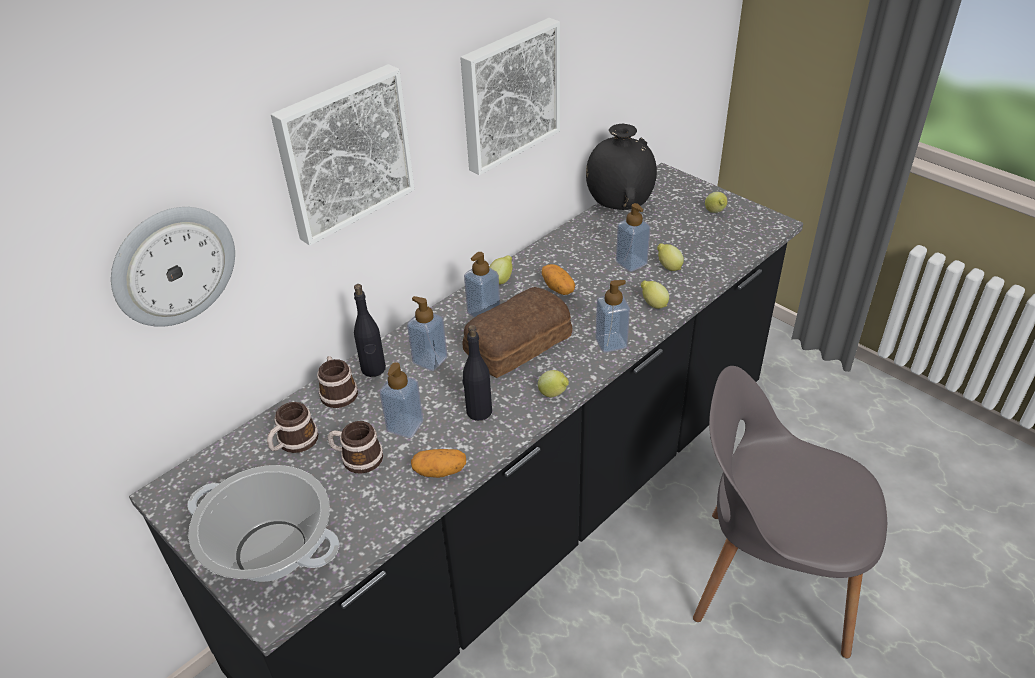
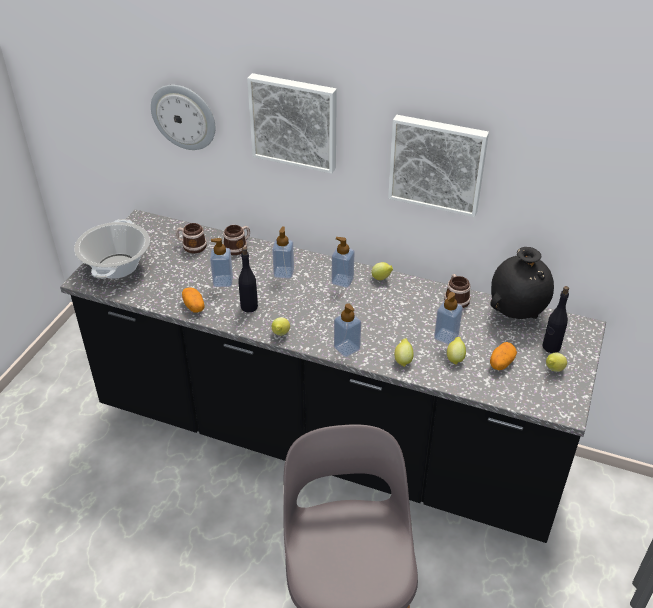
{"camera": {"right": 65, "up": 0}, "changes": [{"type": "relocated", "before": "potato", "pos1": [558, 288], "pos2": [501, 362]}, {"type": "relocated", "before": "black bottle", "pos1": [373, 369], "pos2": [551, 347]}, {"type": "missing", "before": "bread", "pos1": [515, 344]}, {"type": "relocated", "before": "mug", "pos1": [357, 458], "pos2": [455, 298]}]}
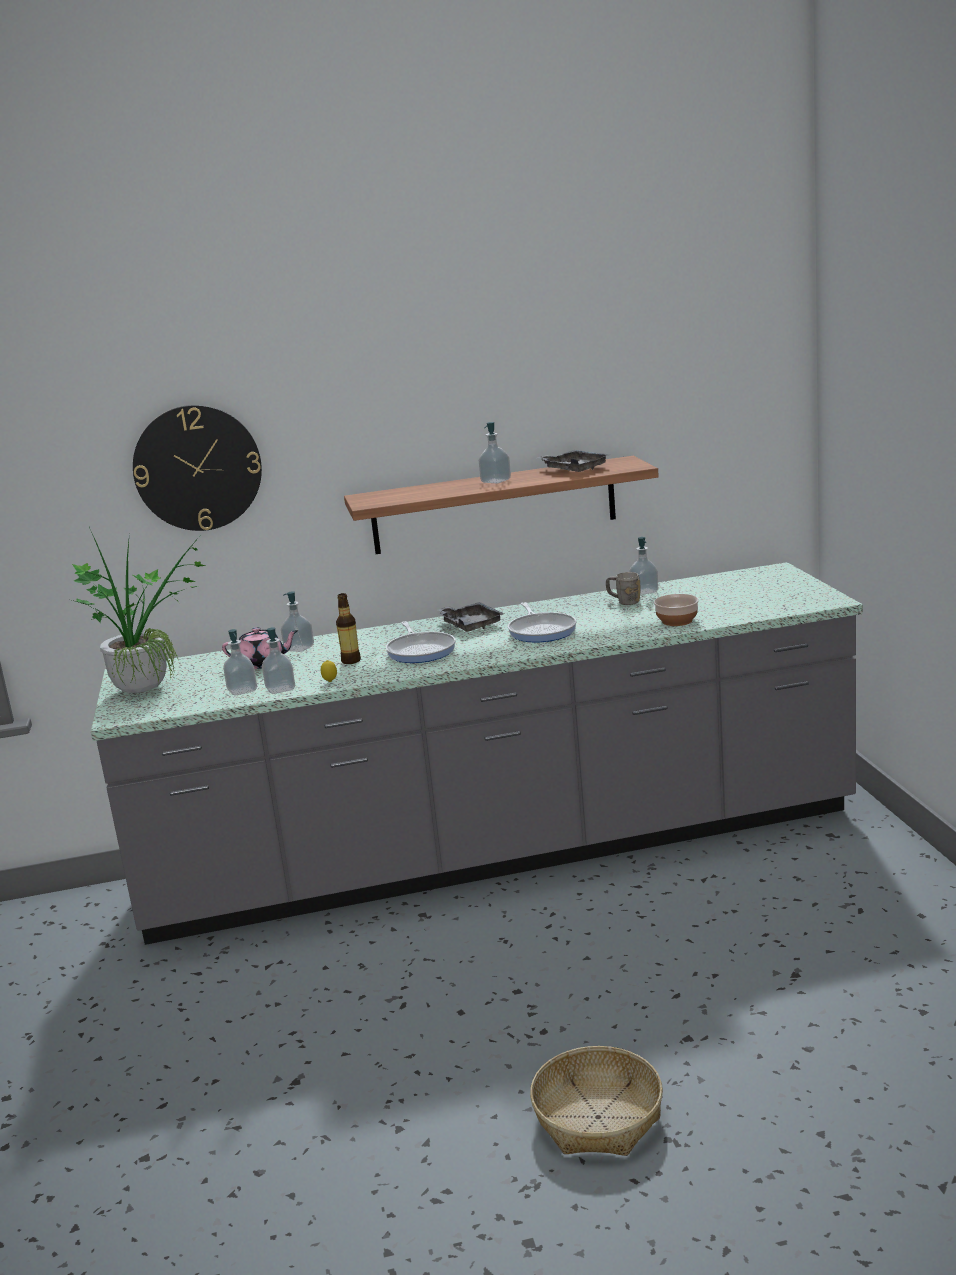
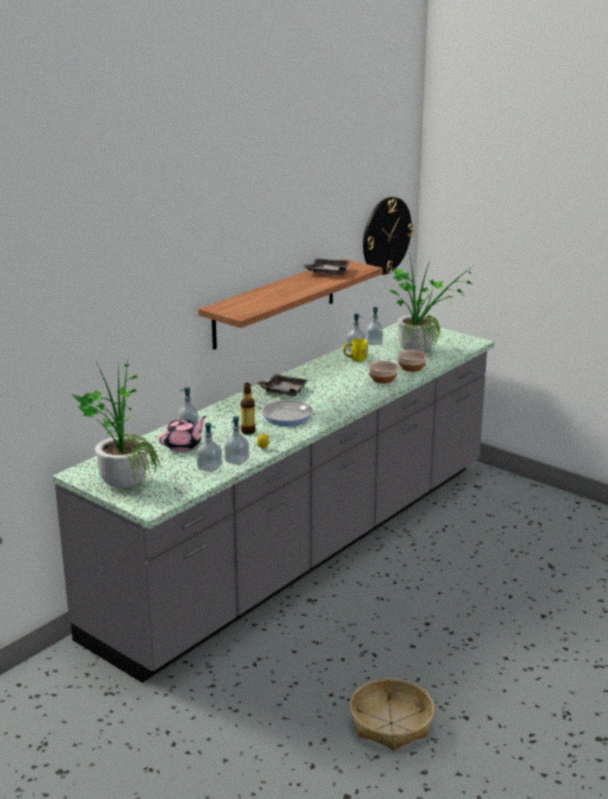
{"camera": {"right": -40, "up": 5}, "changes": [{"type": "relocated", "before": "wall clock", "pos1": [197, 468], "pos2": [386, 235]}, {"type": "relocated", "before": "soap dispenser", "pos1": [496, 481], "pos2": [374, 343]}, {"type": "colour", "before": "grey mug", "after": "yellow mug", "pos1": [624, 601], "pos2": [355, 359]}, {"type": "missing", "before": "frying pan", "pos1": [541, 631]}, {"type": "relocated", "before": "basket", "pos1": [598, 1118], "pos2": [391, 723]}, {"type": "appeared", "after": "potted plant", "pos2": [420, 348]}, {"type": "appeared", "after": "bowl", "pos2": [383, 379]}]}
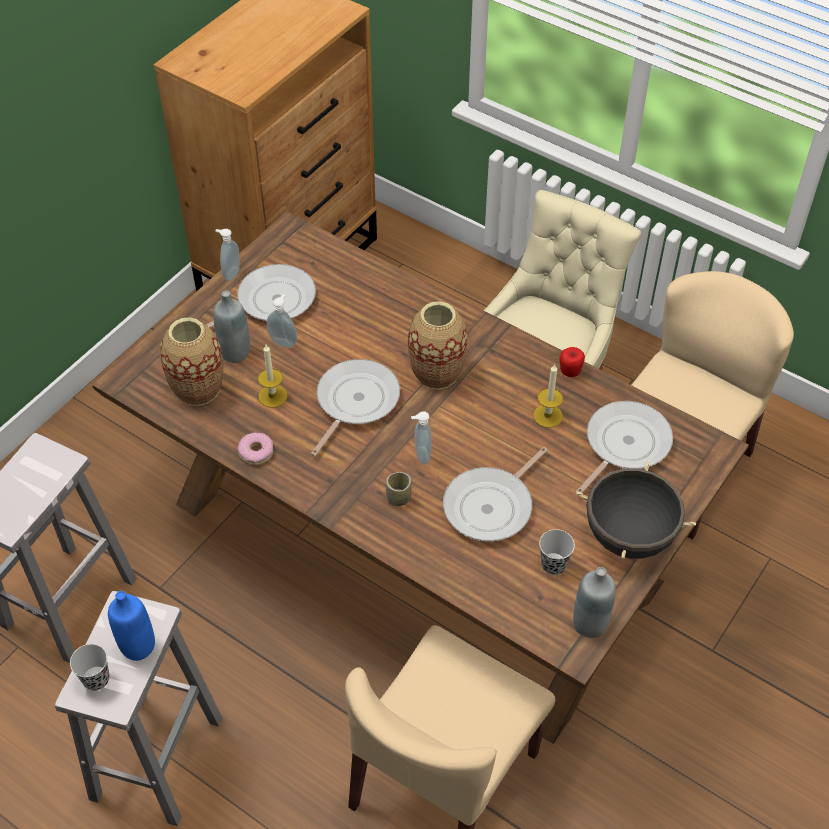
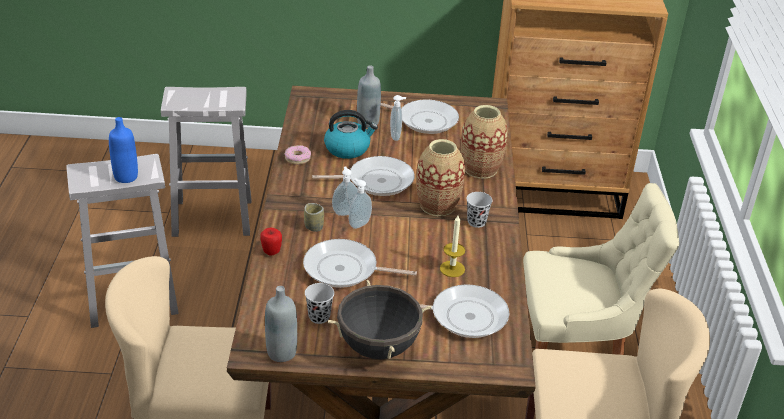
{"camera": {"right": 55, "up": -15}, "changes": [{"type": "relocated", "before": "soap dispenser", "pos1": [230, 273], "pos2": [345, 212]}, {"type": "relocated", "before": "vase", "pos1": [198, 388], "pos2": [480, 169]}, {"type": "exchanged", "before": "candle", "after": "kettle", "pos1": [272, 396], "pos2": [348, 148]}, {"type": "relocated", "before": "apple", "pos1": [570, 372], "pos2": [271, 252]}, {"type": "relocated", "before": "black cup", "pos1": [96, 679], "pos2": [476, 222]}]}
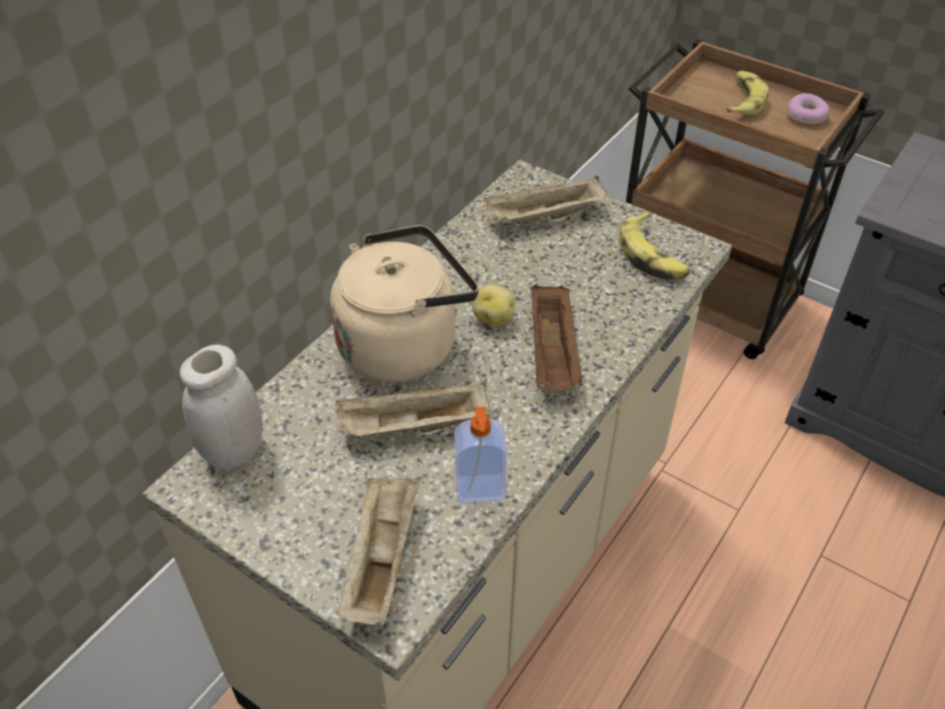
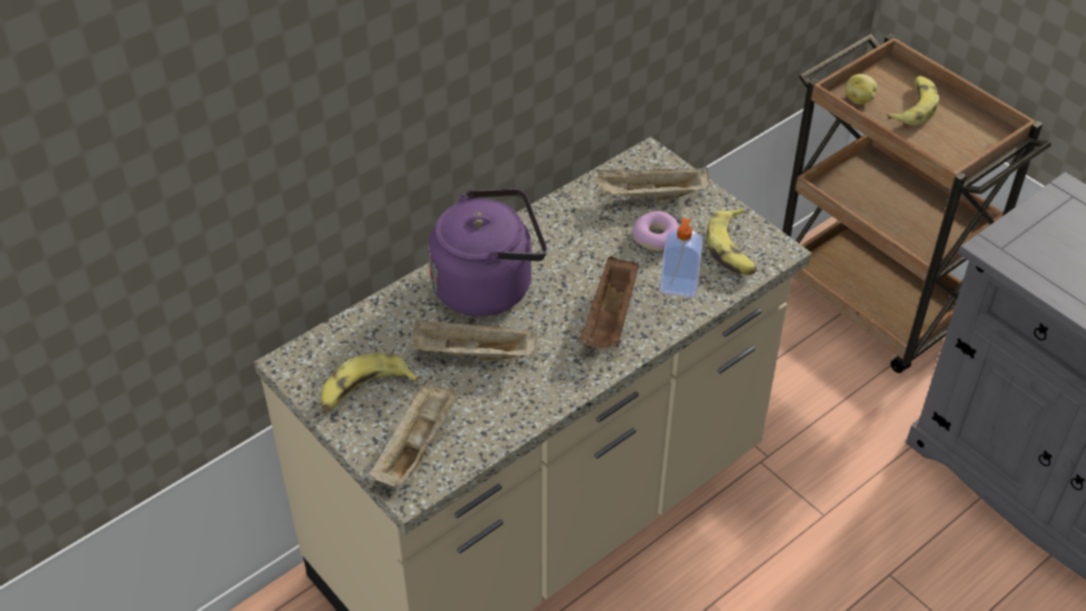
{"camera": {"right": 15, "up": 0}, "changes": [{"type": "relocated", "before": "donut", "pos1": [806, 116], "pos2": [656, 237]}, {"type": "colour", "before": "beige kettle", "after": "purple kettle", "pos1": [404, 344], "pos2": [489, 285]}, {"type": "relocated", "before": "potato", "pos1": [493, 317], "pos2": [859, 99]}, {"type": "missing", "before": "white jar", "pos1": [234, 451]}, {"type": "relocated", "before": "soap dispenser", "pos1": [480, 490], "pos2": [678, 287]}, {"type": "appeared", "after": "banana", "pos2": [364, 390]}]}
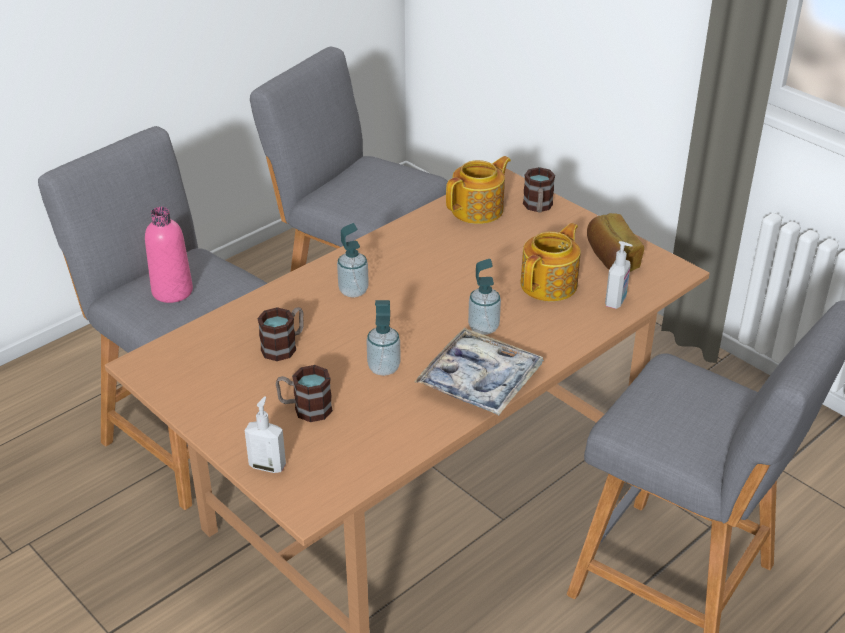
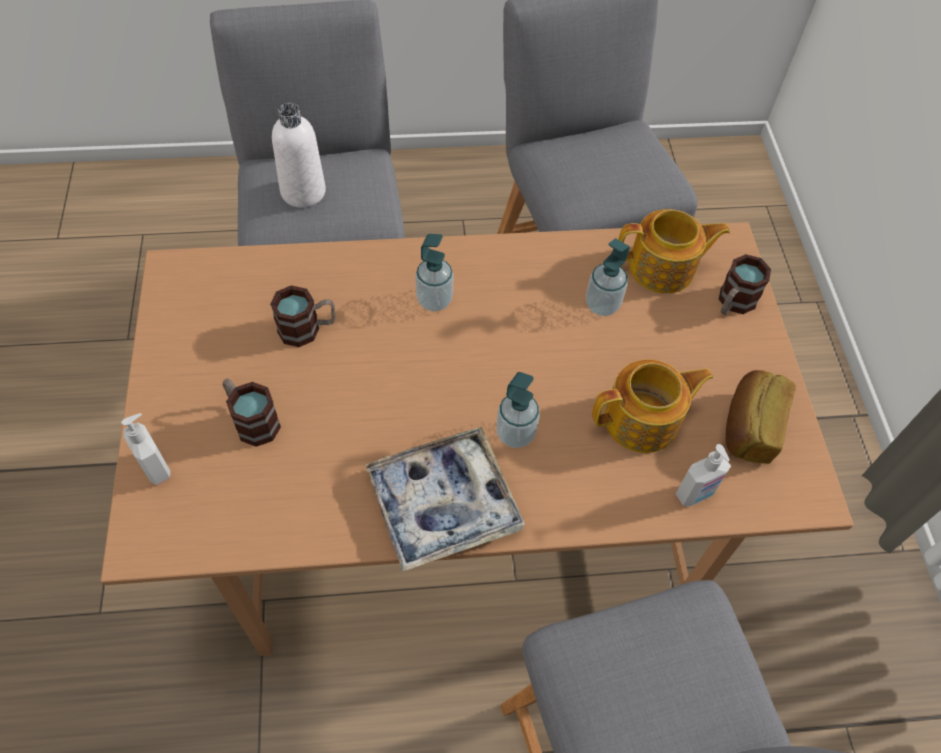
{"camera": {"right": 35, "up": 20}, "changes": [{"type": "colour", "before": "pink bottle", "after": "white bottle", "pos1": [172, 291], "pos2": [303, 192]}, {"type": "relocated", "before": "soap dispenser", "pos1": [384, 368], "pos2": [602, 305]}]}
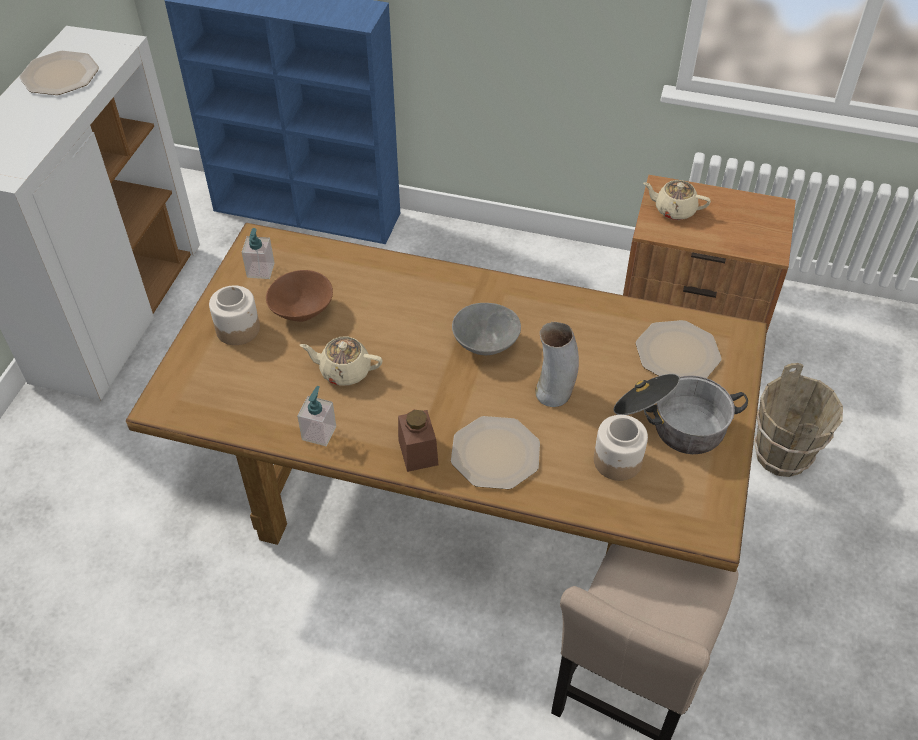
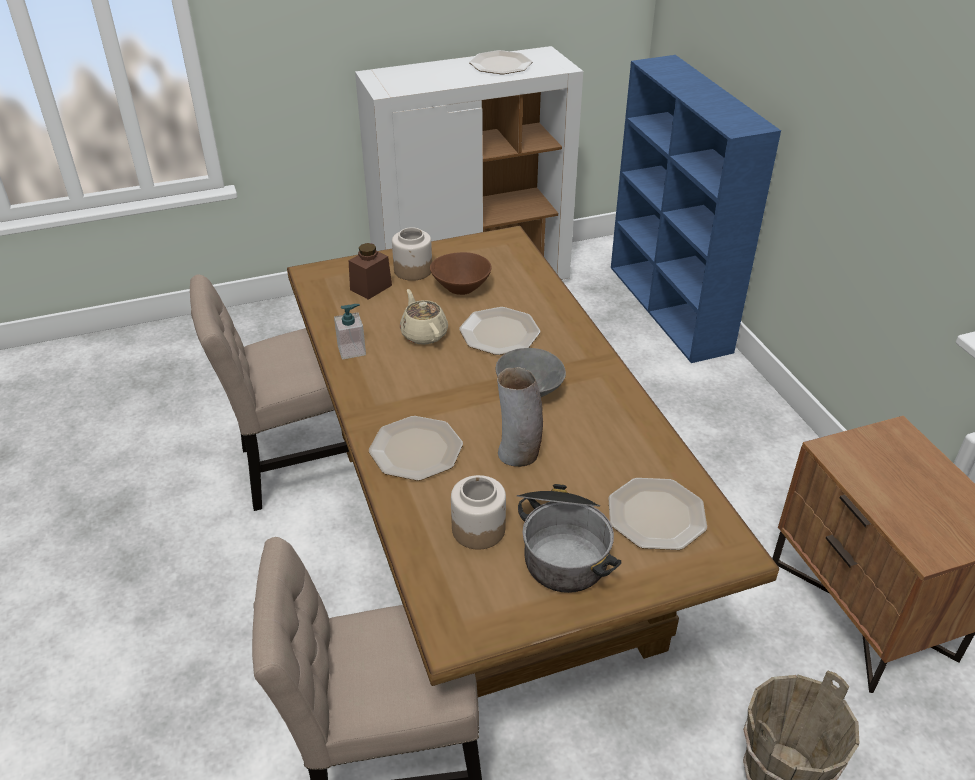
{"camera": {"right": 55, "up": -10}, "changes": [{"type": "missing", "before": "beige teapot", "pos1": [674, 210]}, {"type": "missing", "before": "soap dispenser", "pos1": [260, 270]}, {"type": "relocated", "before": "brown jar", "pos1": [418, 452], "pos2": [371, 287]}, {"type": "appeared", "after": "beige chair", "pos2": [299, 467]}, {"type": "appeared", "after": "plate", "pos2": [500, 332]}]}
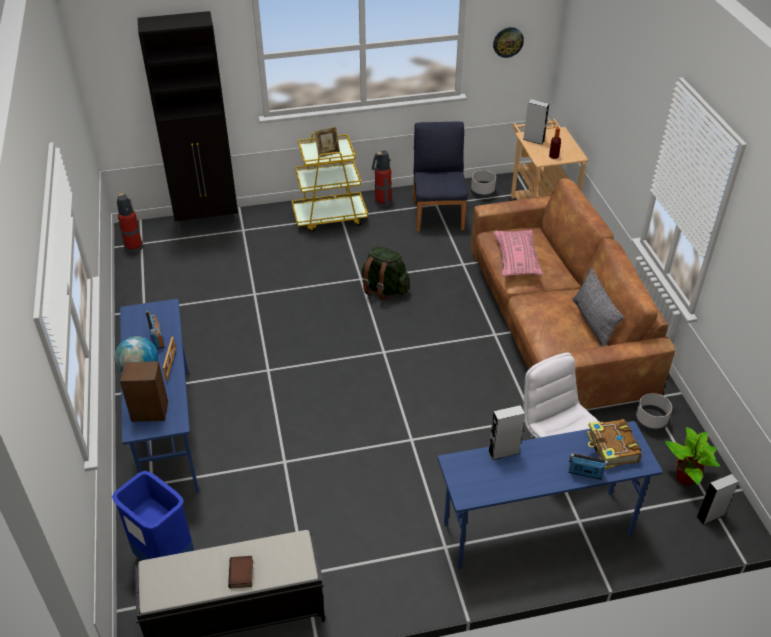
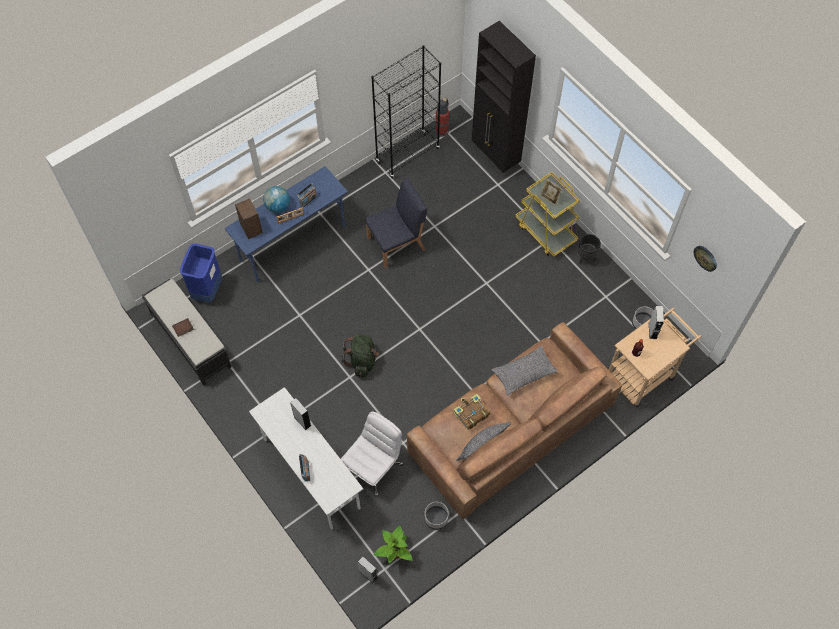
{"camera": {"right": 65, "up": 20}, "changes": [{"type": "relocated", "before": "blue chair", "pos1": [438, 214], "pos2": [397, 243]}, {"type": "exchanged", "before": "fire extinguisher", "after": "black planter", "pos1": [382, 202], "pos2": [585, 258]}, {"type": "colour", "before": "pink pillow", "after": "grey pillow", "pos1": [516, 260], "pos2": [524, 373]}, {"type": "relocated", "before": "green backpack", "pos1": [384, 289], "pos2": [362, 361]}, {"type": "relocated", "before": "book", "pos1": [611, 449], "pos2": [471, 414]}, {"type": "colour", "before": "blue desk", "after": "white desk", "pos1": [536, 530], "pos2": [311, 473]}, {"type": "appeared", "after": "black bookcase", "pos2": [407, 155]}]}
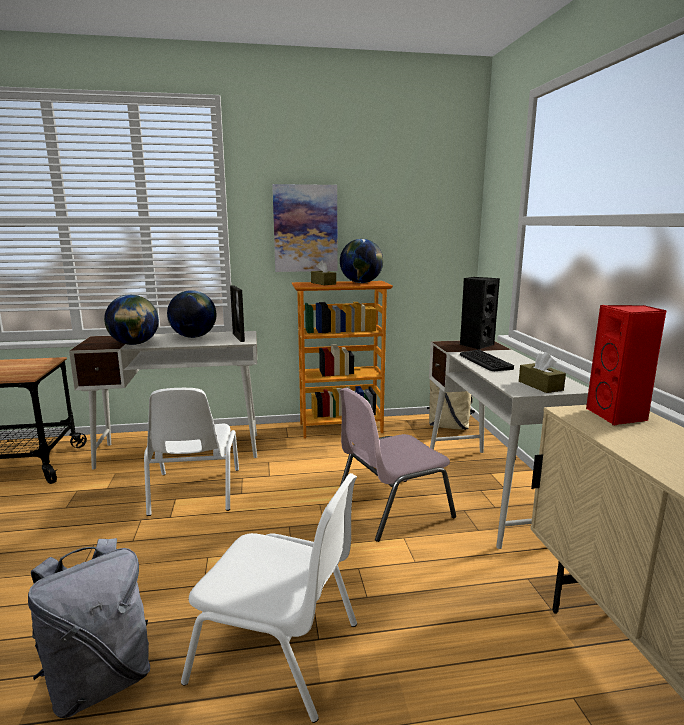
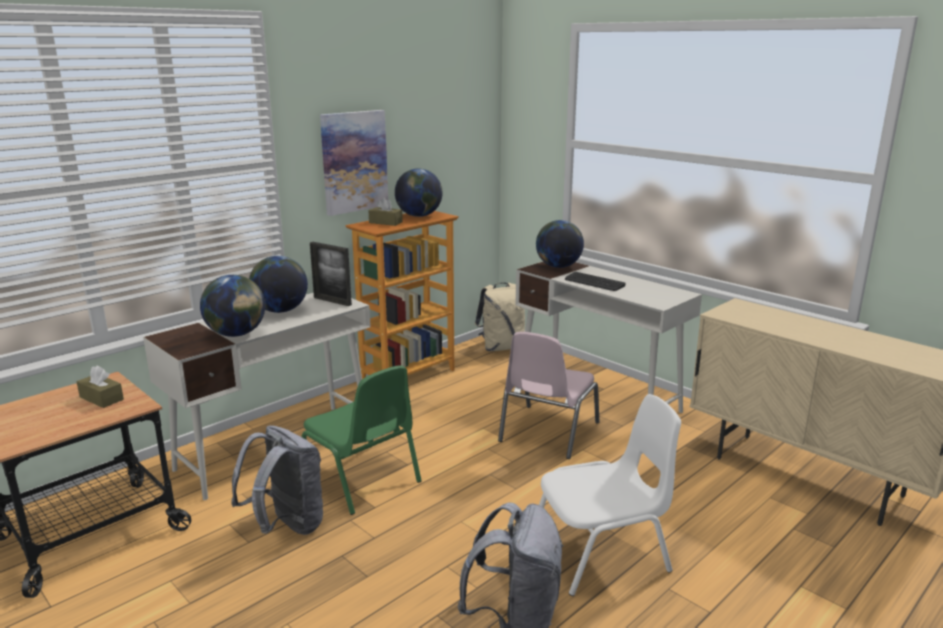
{"camera": {"right": -35, "up": 5}, "changes": [{"type": "exchanged", "before": "black speaker", "after": "globe", "pos1": [476, 345], "pos2": [558, 266]}, {"type": "missing", "before": "red speaker", "pos1": [618, 416]}, {"type": "relocated", "before": "brown tissue box", "pos1": [540, 386], "pos2": [101, 398]}, {"type": "colour", "before": "white chair", "after": "green chair", "pos1": [194, 492], "pos2": [361, 479]}, {"type": "appeared", "after": "grey backpack", "pos2": [286, 526]}]}
